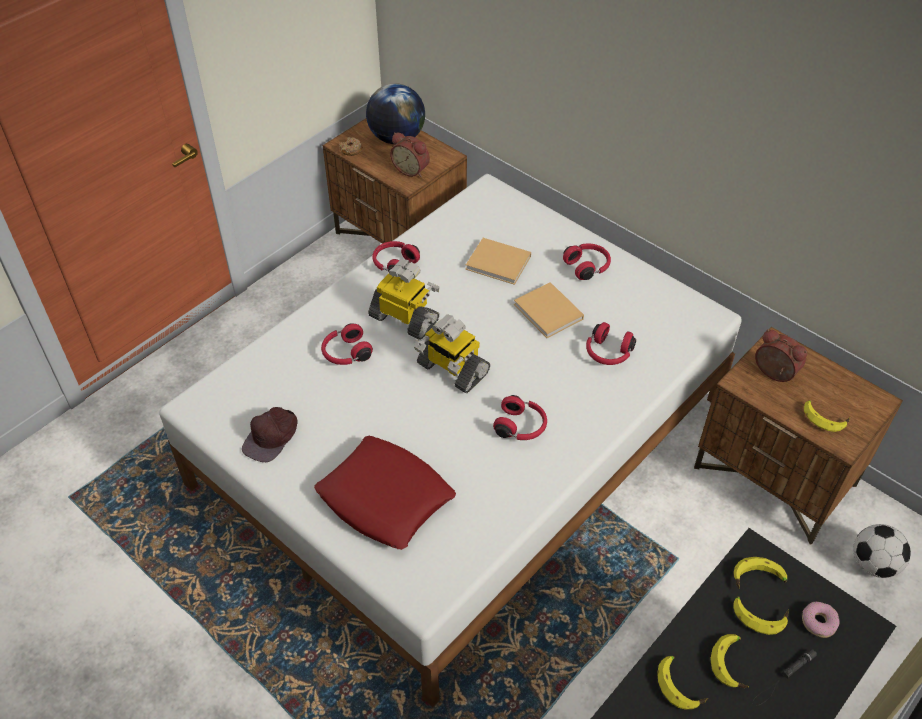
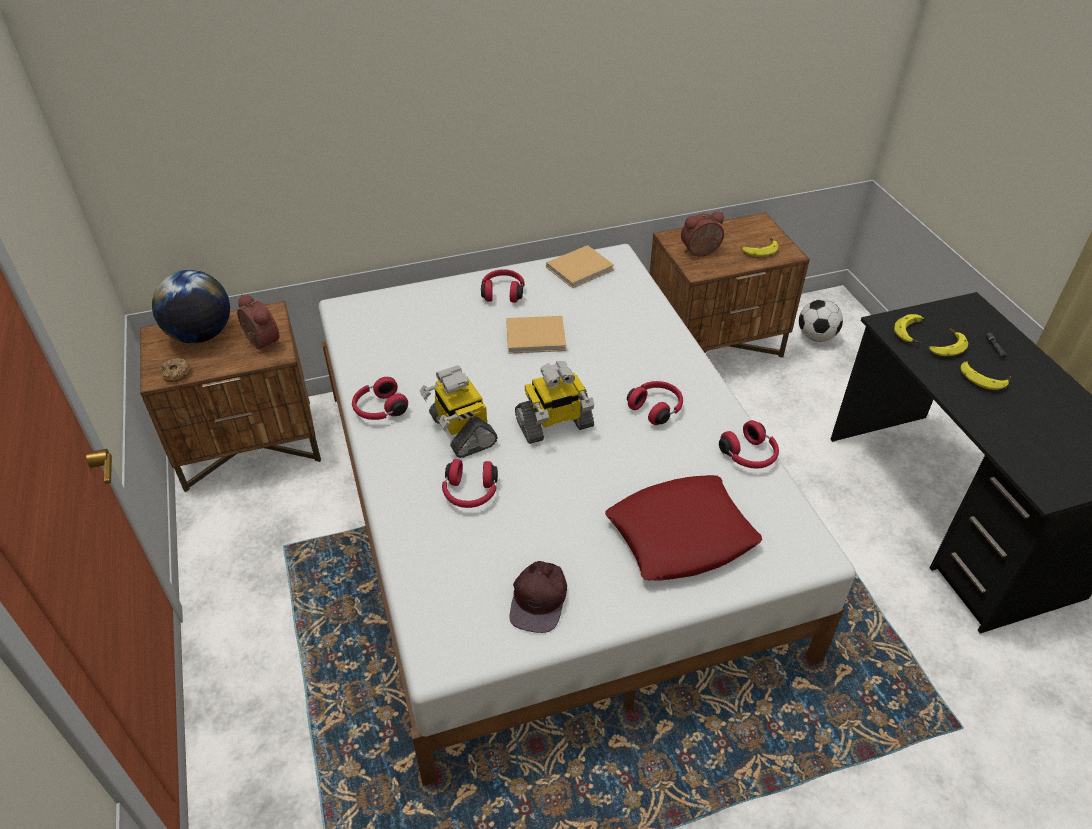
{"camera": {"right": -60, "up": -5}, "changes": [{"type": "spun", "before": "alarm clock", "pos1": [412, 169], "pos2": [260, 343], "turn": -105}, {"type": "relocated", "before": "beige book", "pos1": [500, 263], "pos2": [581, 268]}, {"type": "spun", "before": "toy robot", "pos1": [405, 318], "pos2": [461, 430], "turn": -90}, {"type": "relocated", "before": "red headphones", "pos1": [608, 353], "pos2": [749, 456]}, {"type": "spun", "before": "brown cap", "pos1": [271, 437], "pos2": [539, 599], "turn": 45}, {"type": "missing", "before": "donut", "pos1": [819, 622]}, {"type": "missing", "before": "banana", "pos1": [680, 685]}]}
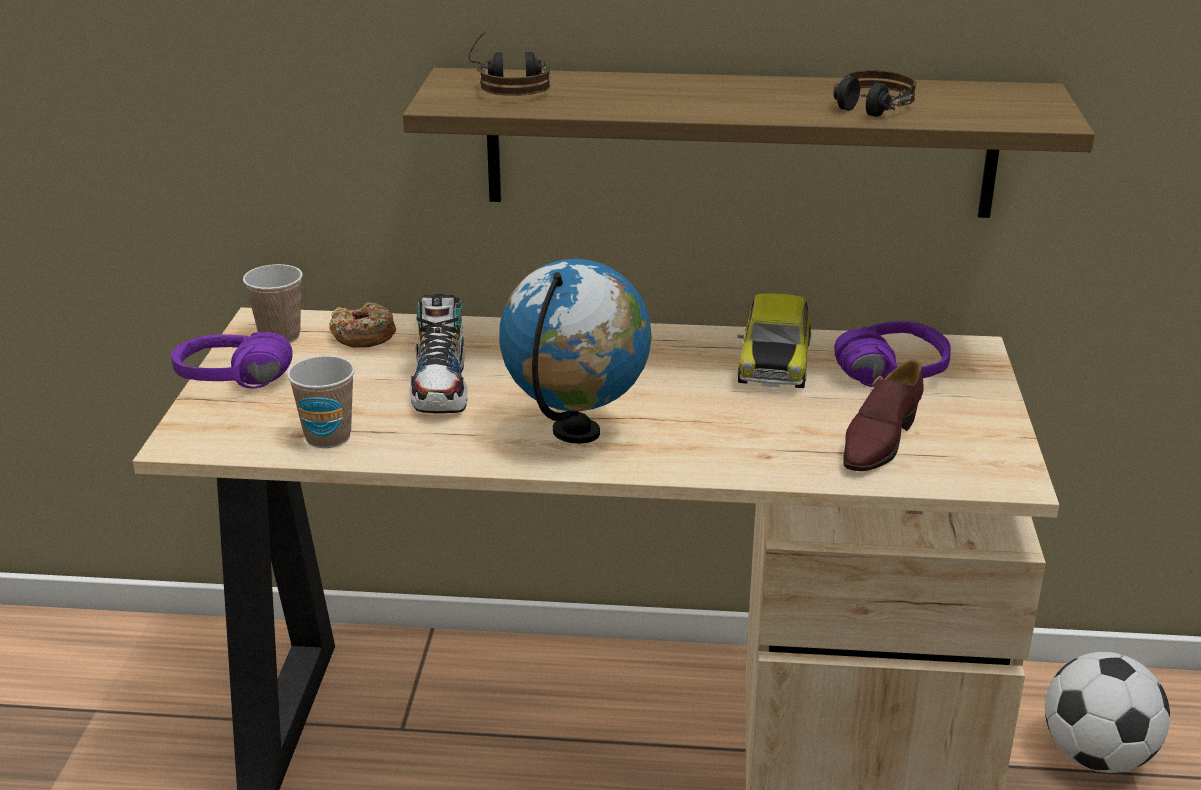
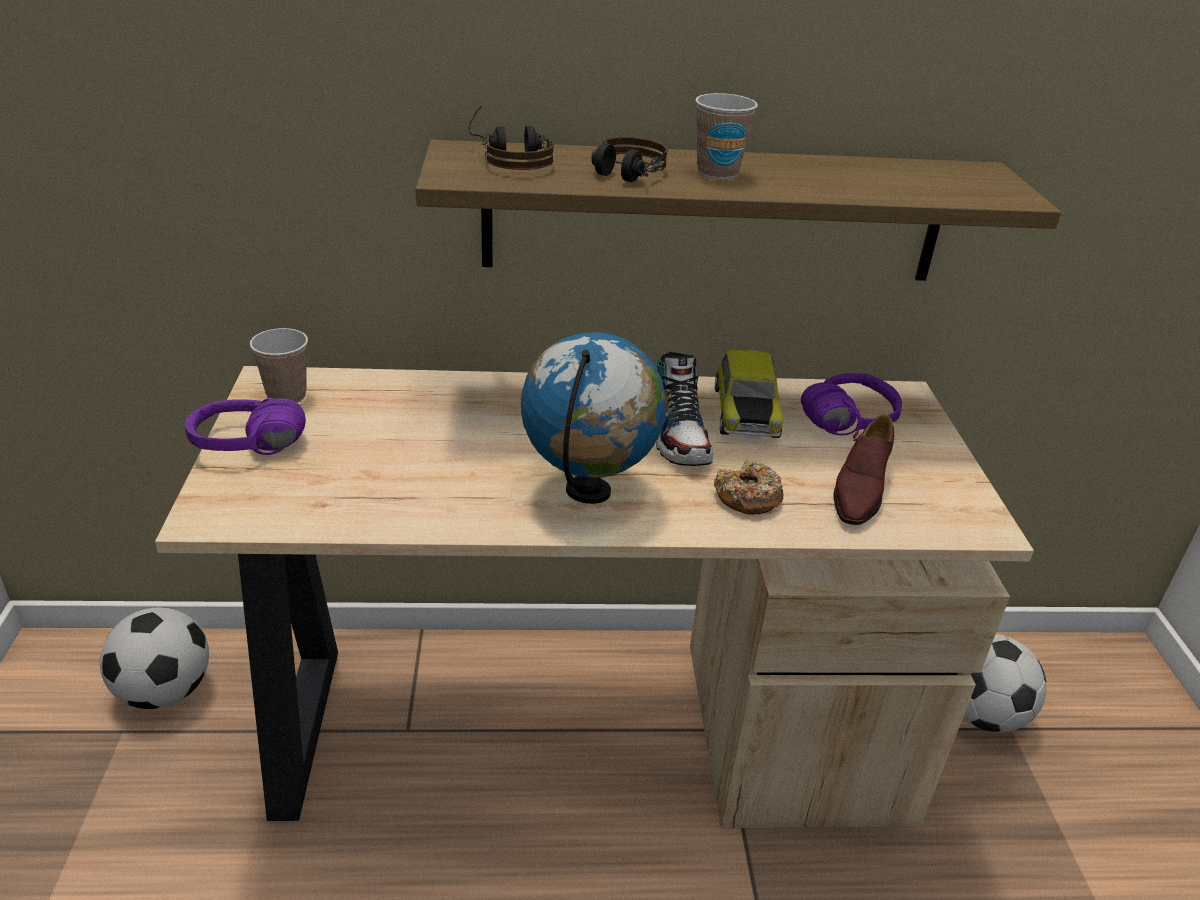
{"camera": {"right": -10, "up": 5}, "changes": [{"type": "relocated", "before": "headphones", "pos1": [867, 113], "pos2": [623, 178]}, {"type": "relocated", "before": "shoe", "pos1": [441, 387], "pos2": [678, 437]}, {"type": "relocated", "before": "donut", "pos1": [363, 335], "pos2": [747, 497]}, {"type": "relocated", "before": "cup", "pos1": [328, 437], "pos2": [717, 172]}, {"type": "appeared", "after": "football", "pos2": [165, 692]}]}
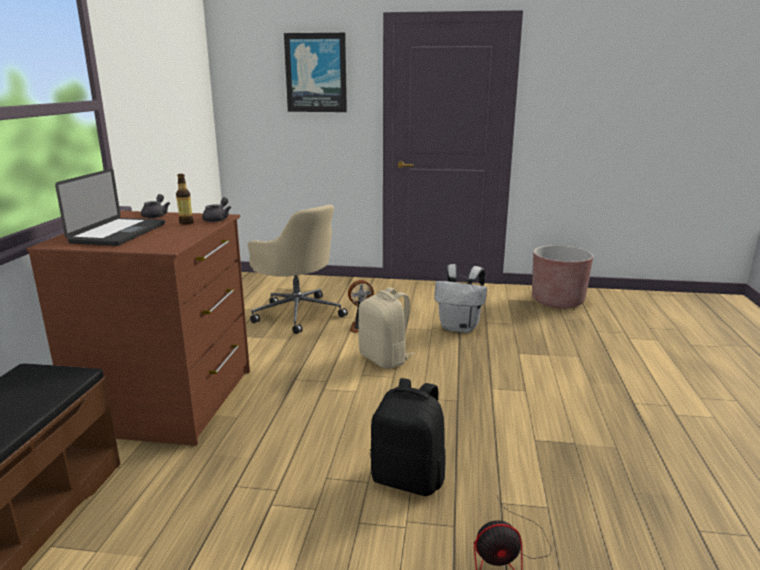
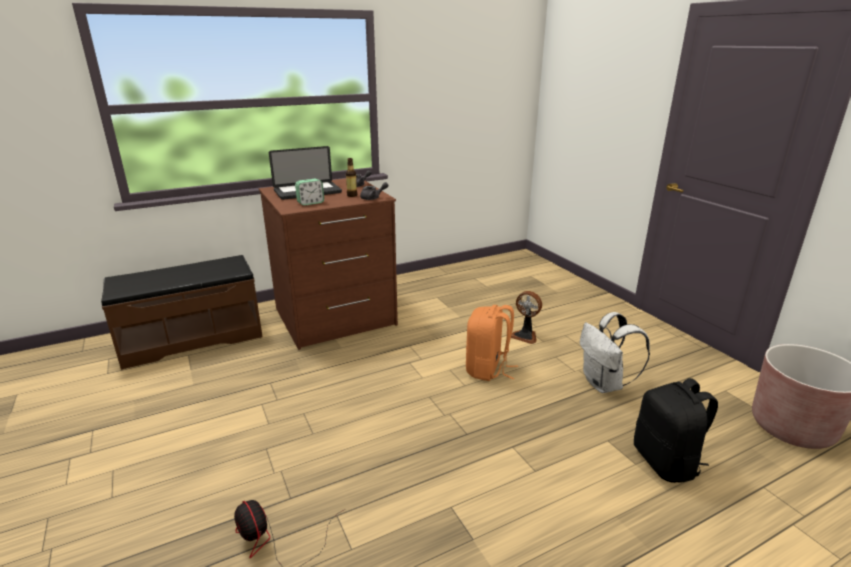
{"camera": {"right": 55, "up": 5}, "changes": [{"type": "missing", "before": "picture", "pos1": [316, 73]}, {"type": "missing", "before": "beige office chair", "pos1": [297, 313]}, {"type": "colour", "before": "beige backpack", "after": "orange backpack", "pos1": [385, 359], "pos2": [487, 369]}, {"type": "relocated", "before": "black backpack", "pos1": [409, 479], "pos2": [666, 462]}, {"type": "appeared", "after": "alarm clock", "pos2": [310, 203]}]}
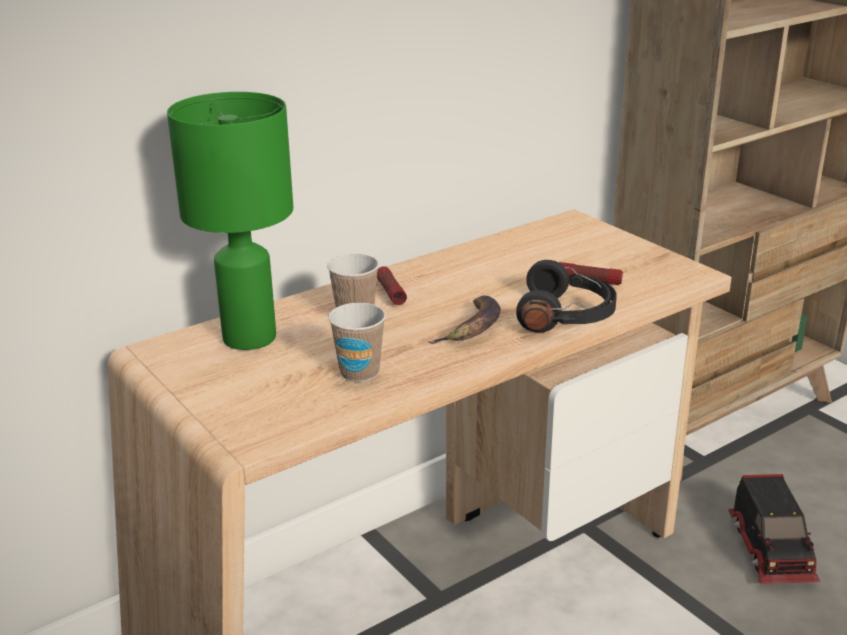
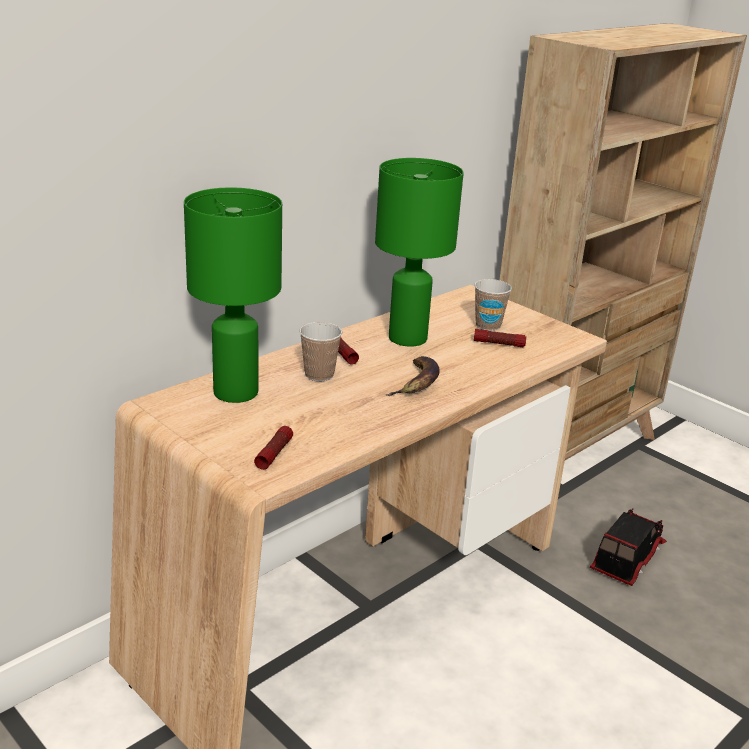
{"camera": {"right": -10, "up": 0}, "changes": [{"type": "missing", "before": "black headphones", "pos1": [566, 316]}, {"type": "relocated", "before": "cup", "pos1": [359, 373], "pos2": [488, 325]}, {"type": "spun", "before": "toy truck", "pos1": [771, 550], "pos2": [626, 558], "turn": -135}, {"type": "appeared", "after": "green table lamp", "pos2": [408, 339]}, {"type": "appeared", "after": "flashlight", "pos2": [274, 453]}]}
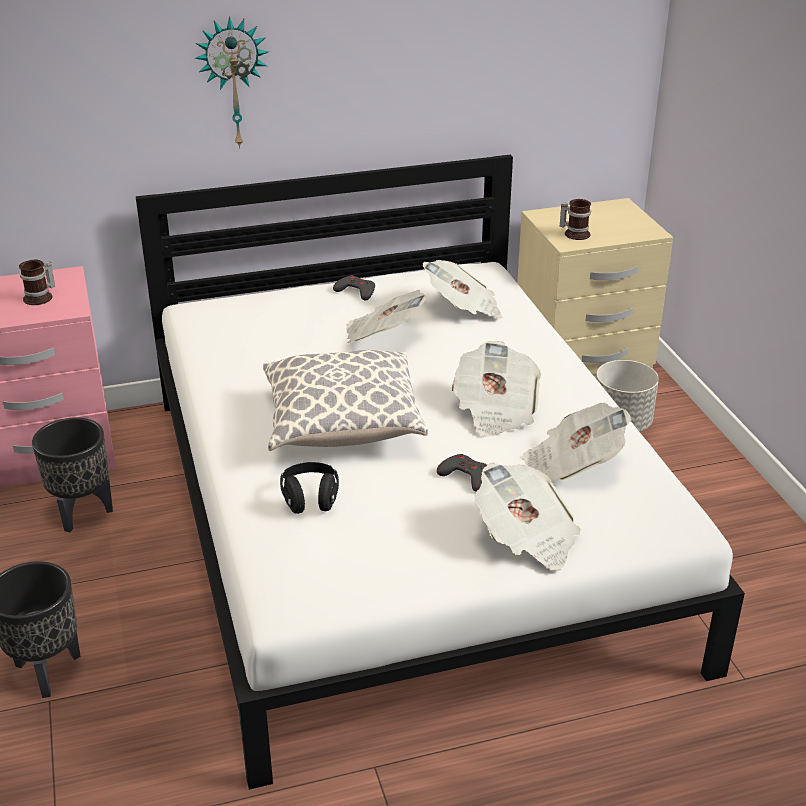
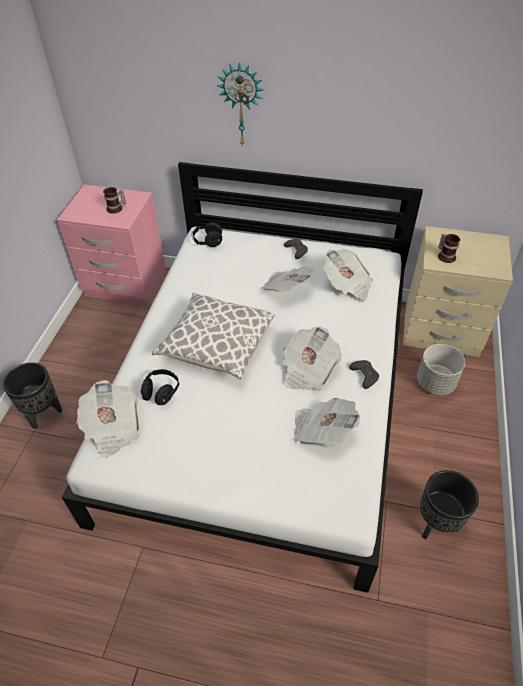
{"camera": {"right": 30, "up": 15}, "changes": [{"type": "relocated", "before": "black planter", "pos1": [82, 513], "pos2": [436, 523]}, {"type": "relocated", "before": "grey game controller", "pos1": [466, 476], "pos2": [364, 375]}, {"type": "relocated", "before": "newspaper", "pos1": [527, 538], "pos2": [112, 428]}, {"type": "appeared", "after": "black headphones", "pos2": [207, 242]}]}
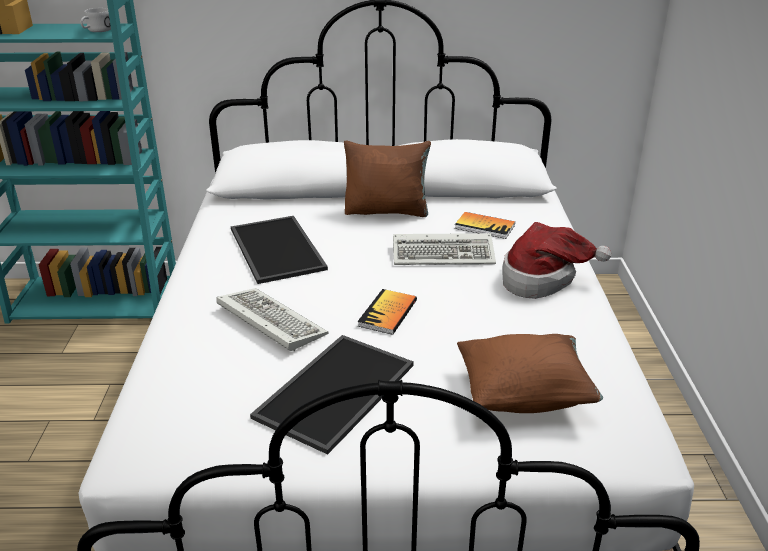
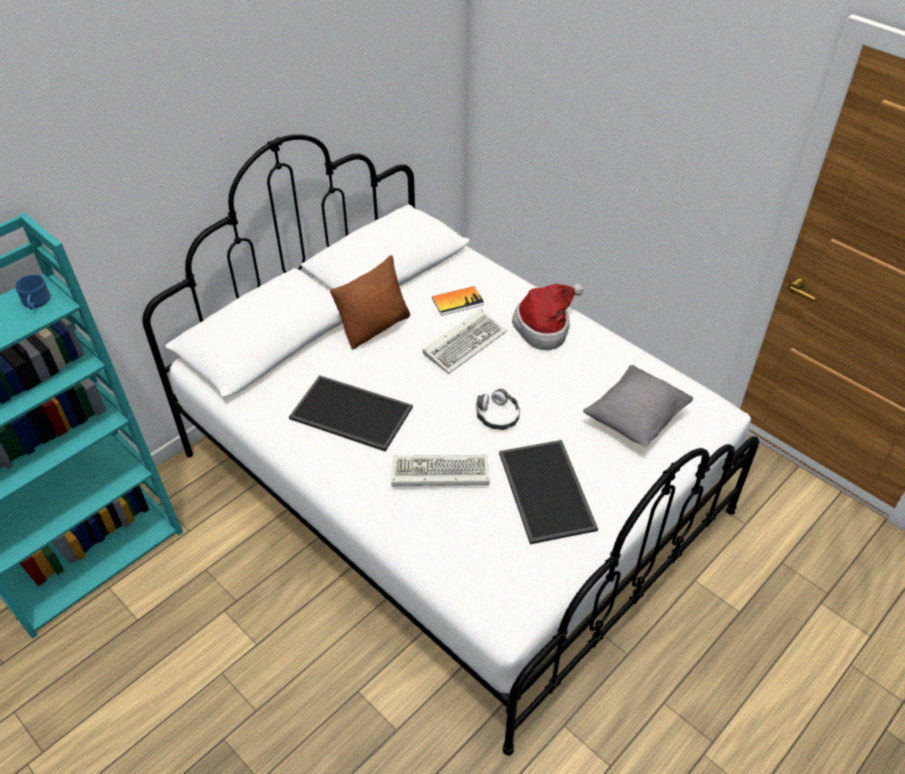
{"camera": {"right": -45, "up": 15}, "changes": [{"type": "colour", "before": "white mug", "after": "blue mug", "pos1": [96, 30], "pos2": [36, 303]}, {"type": "exchanged", "before": "book", "after": "headphones", "pos1": [387, 313], "pos2": [497, 415]}, {"type": "colour", "before": "brown pillow", "after": "grey pillow", "pos1": [524, 395], "pos2": [635, 419]}]}
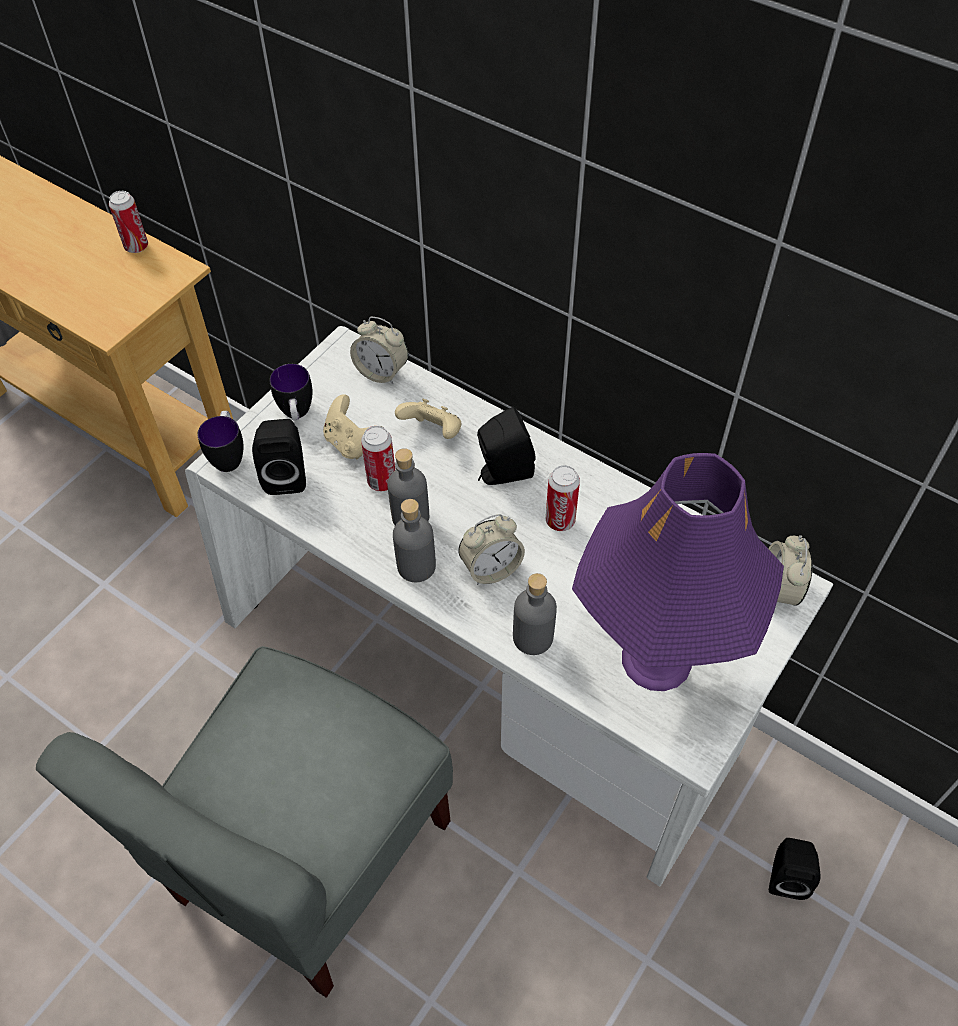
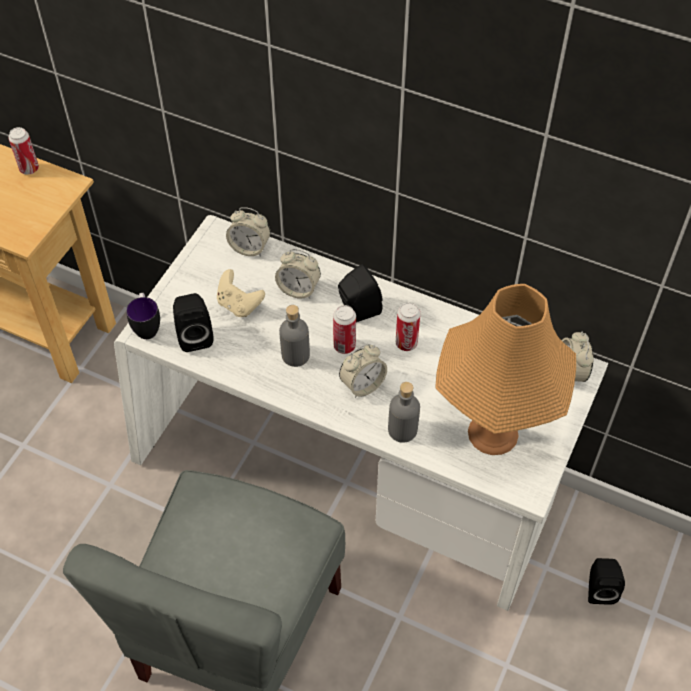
{"camera": {"right": -10, "up": 0}, "changes": [{"type": "missing", "before": "mug", "pos1": [297, 415]}, {"type": "exchanged", "before": "beige game controller", "after": "alarm clock", "pos1": [433, 432], "pos2": [298, 289]}, {"type": "relocated", "before": "can", "pos1": [382, 481], "pos2": [344, 346]}, {"type": "colour", "before": "purple table lamp", "after": "orange table lamp", "pos1": [656, 658], "pos2": [493, 432]}, {"type": "missing", "before": "grey bottle", "pos1": [416, 566]}]}
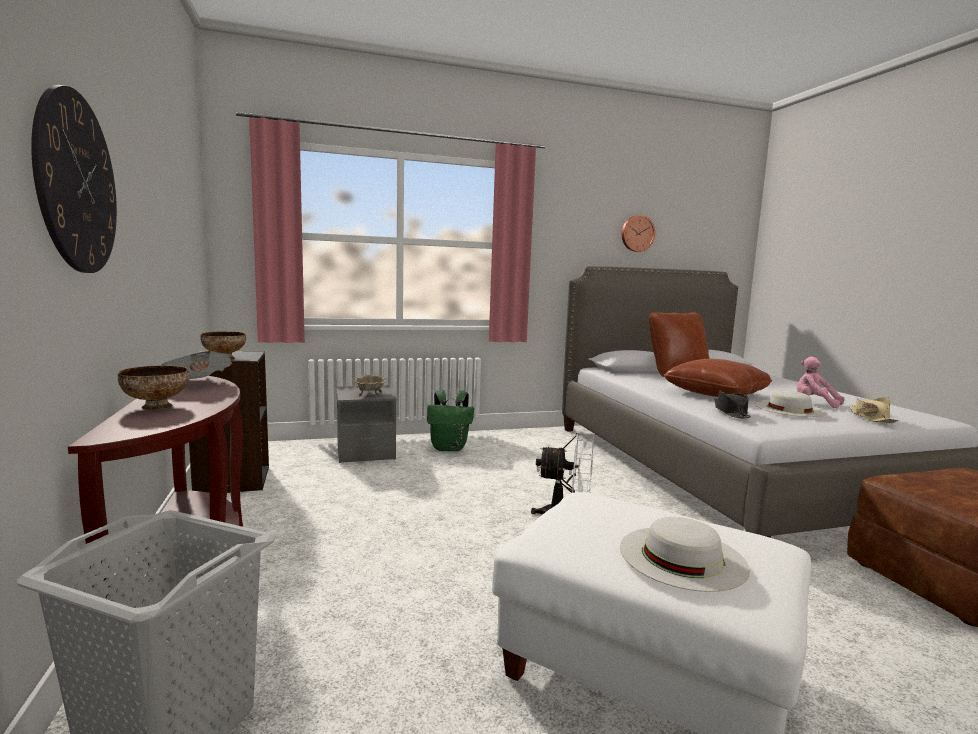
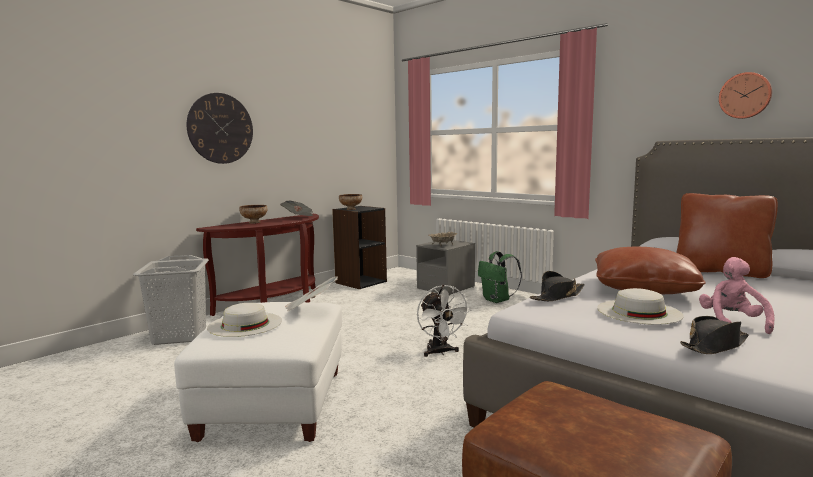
{"camera": {"right": 60, "up": 0}, "changes": [{"type": "colour", "before": "beige hat", "after": "black hat", "pos1": [870, 418], "pos2": [714, 346]}, {"type": "appeared", "after": "newspaper", "pos2": [310, 308]}]}
